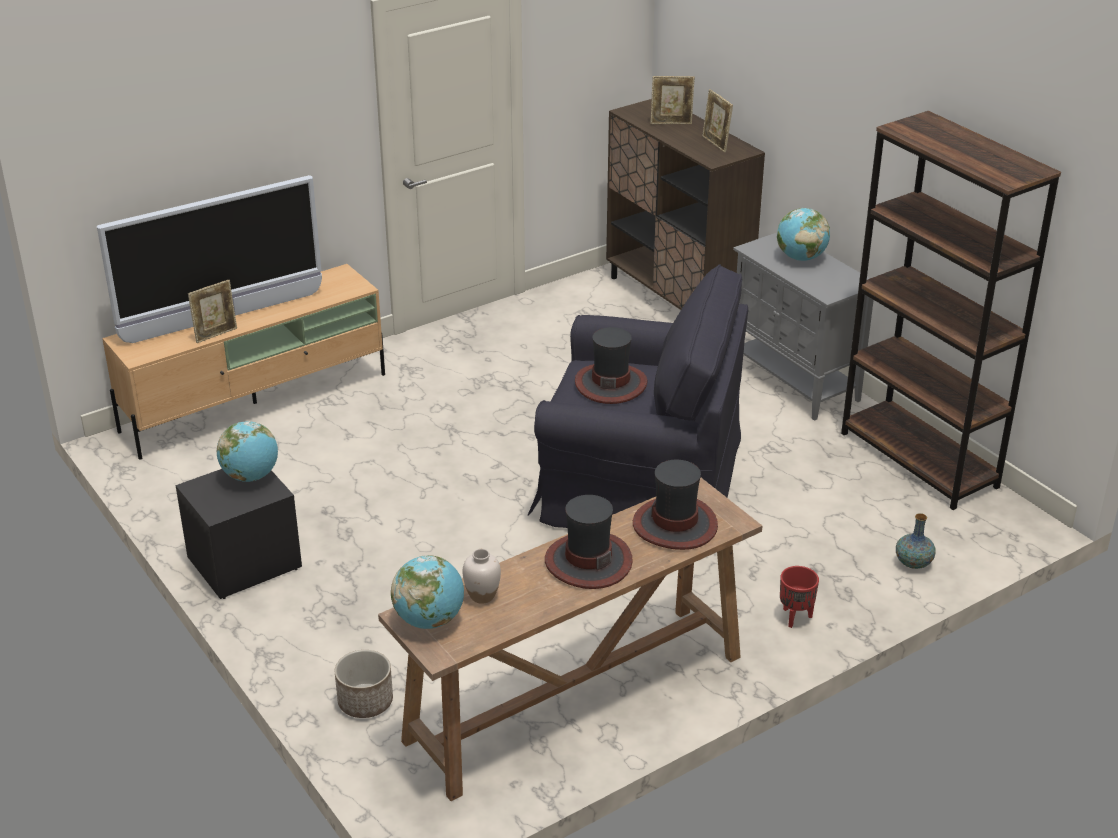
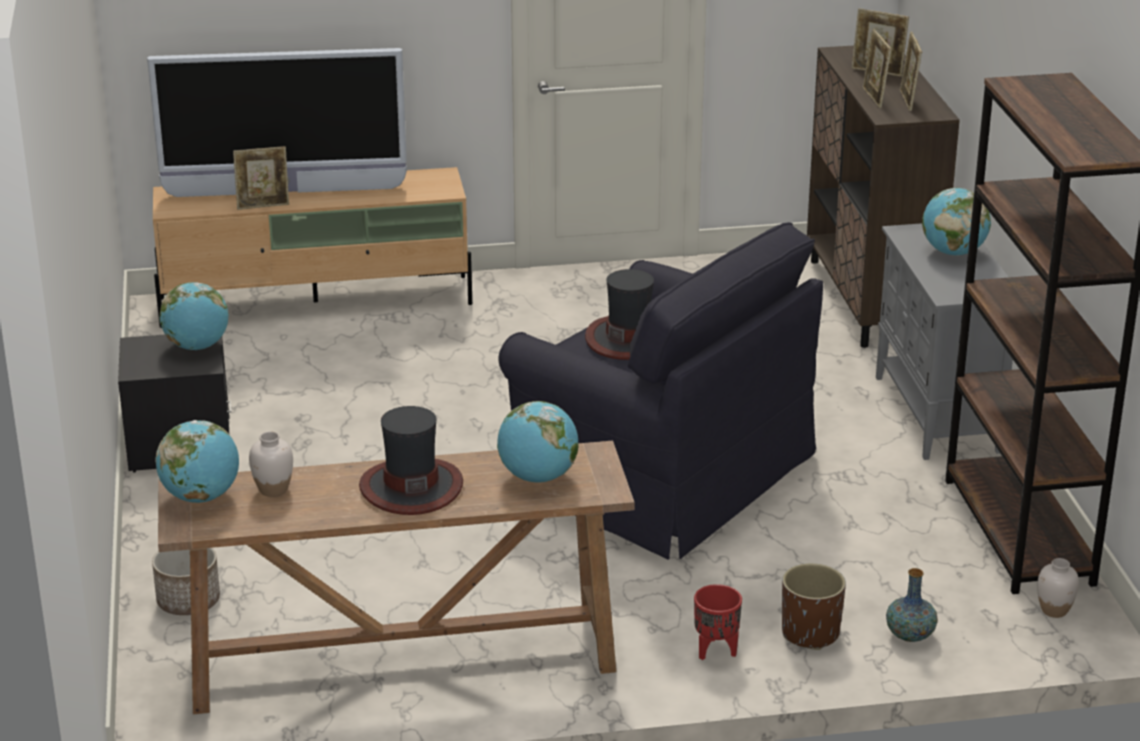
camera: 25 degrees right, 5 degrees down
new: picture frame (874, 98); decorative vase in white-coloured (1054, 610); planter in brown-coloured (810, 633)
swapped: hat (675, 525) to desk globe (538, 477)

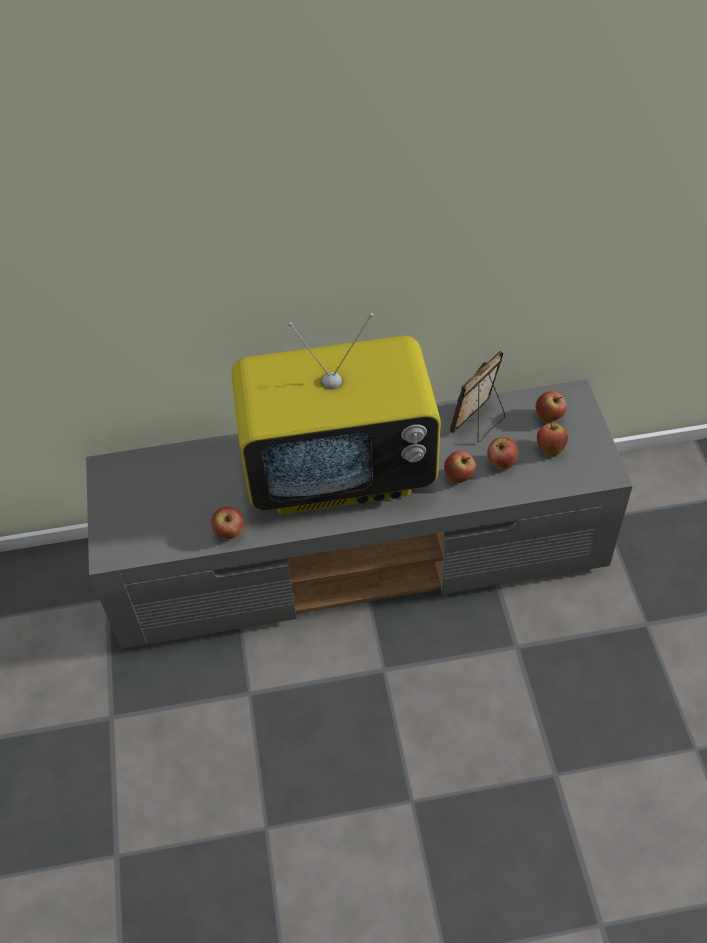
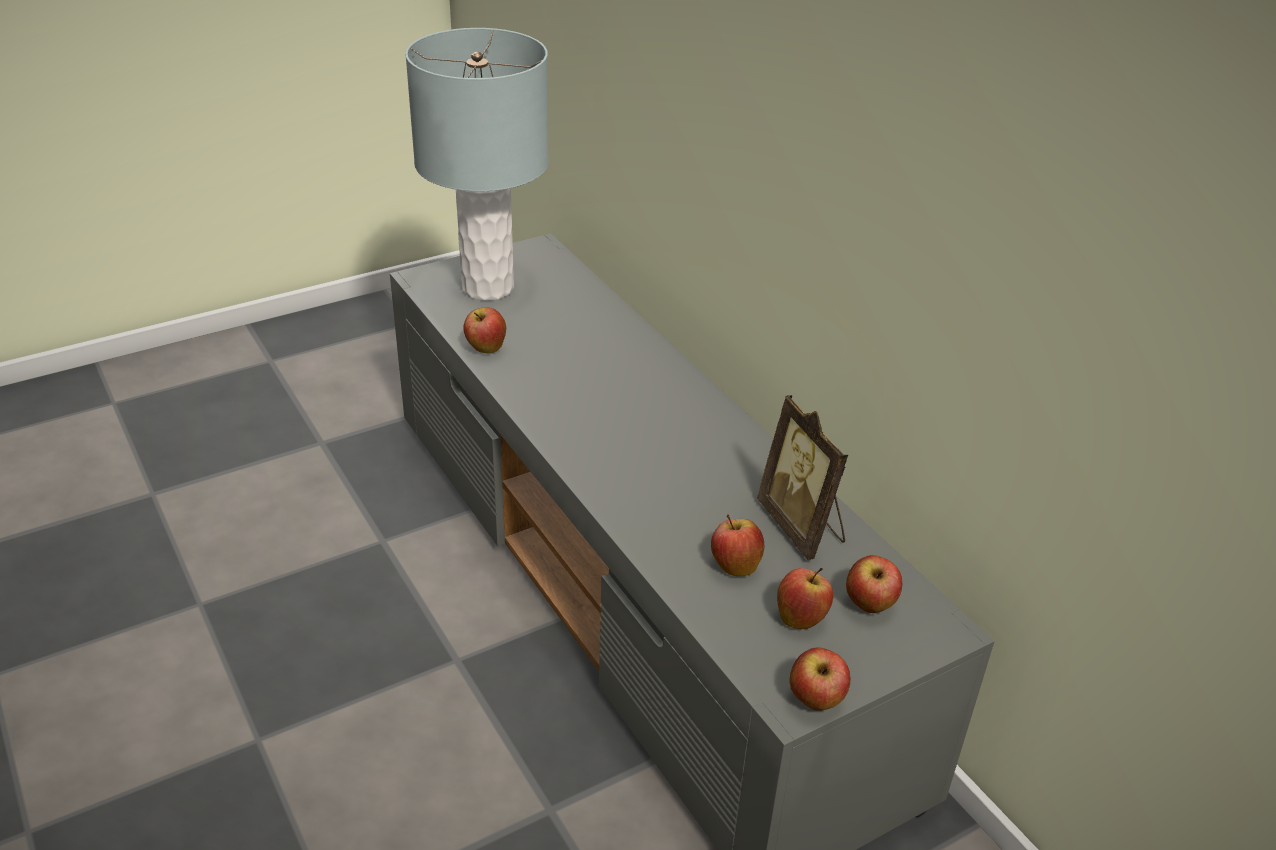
camera: 65 degrees right, 15 degrees down
gone: television (340, 471)
new: lamp for a table in grey (488, 287)
shifted: apple fruit (459, 477) to (816, 701)
rotated: picture frame (479, 423) = (802, 527) 135 degrees counterclockwise

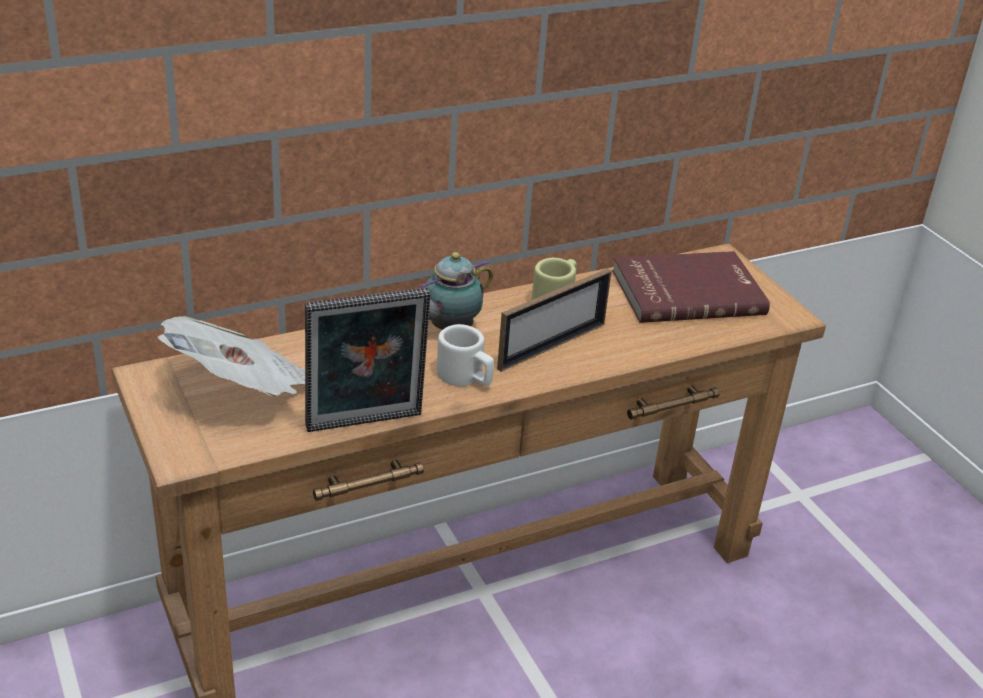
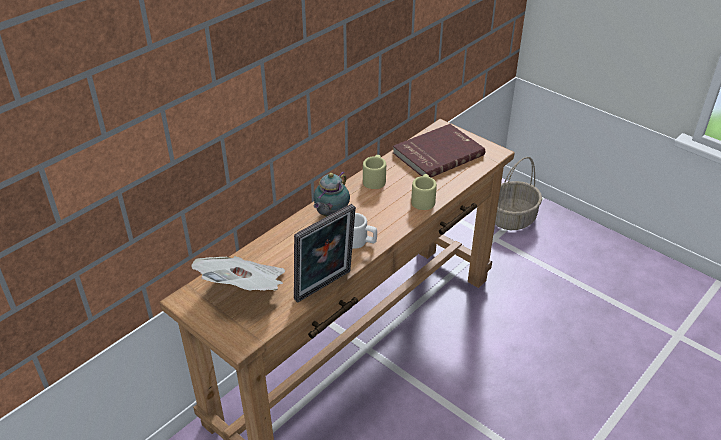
camera: 20 degrees left, 5 degrees up
gone: picture frame (552, 346)
new: basket (512, 219); mug in beige (423, 199)

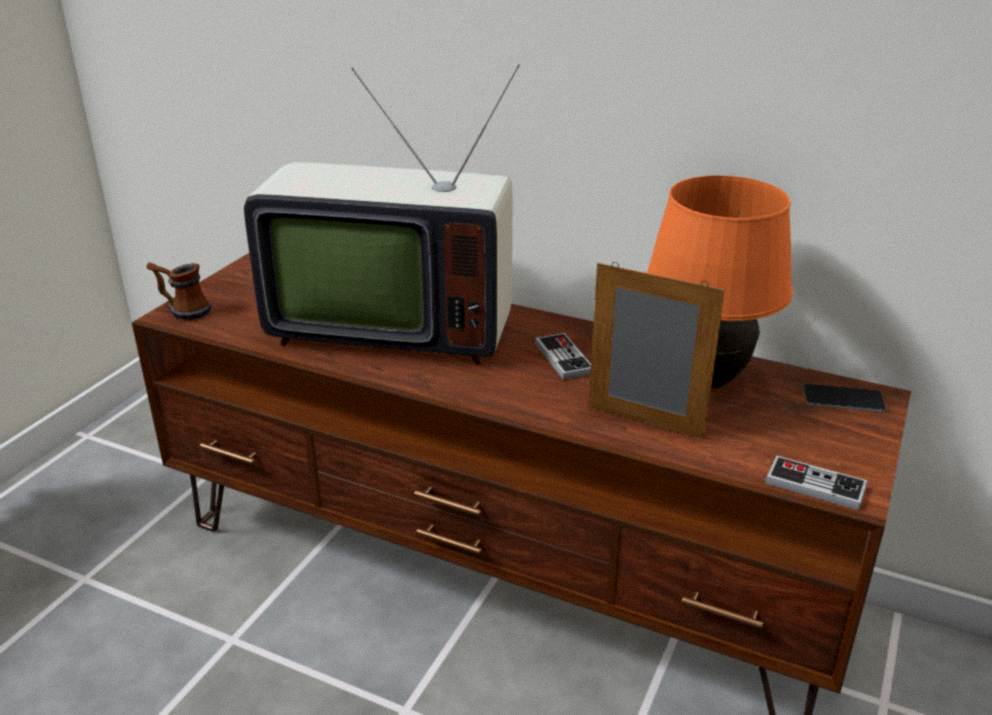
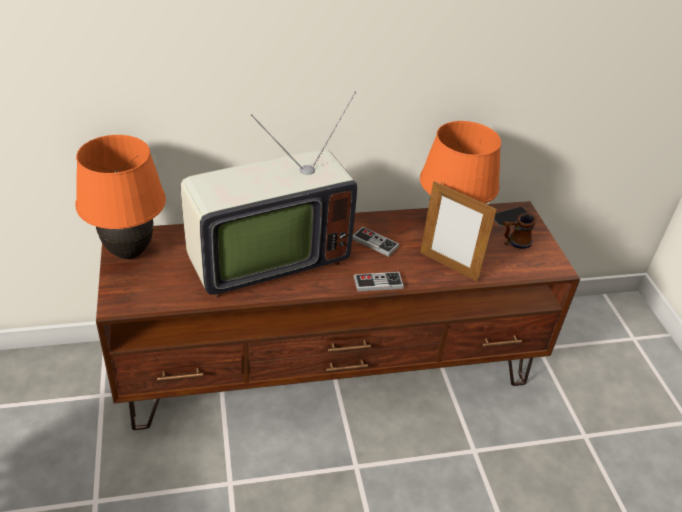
camera: 40 degrees left, 10 degrees up
new: lamp for a table in orangey (128, 252)
shifted: mug (182, 310) to (513, 243); gamepad (815, 485) to (378, 283)
rotated: picture frame (645, 422) = (448, 266) 135 degrees counterclockwise

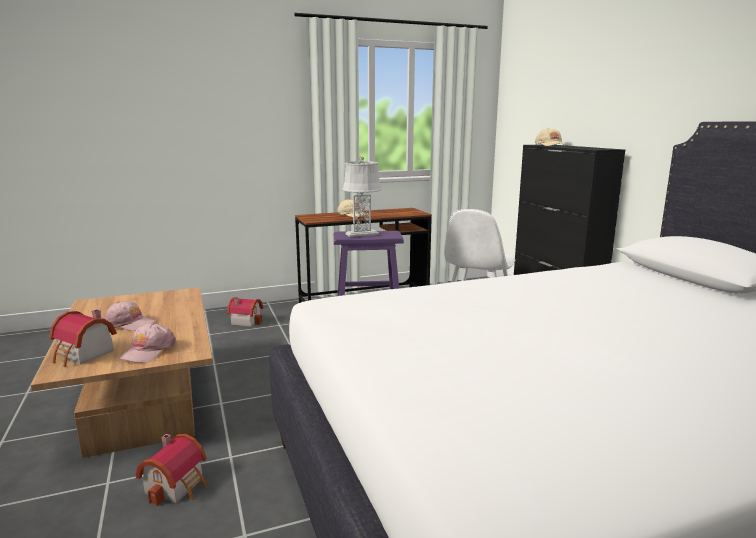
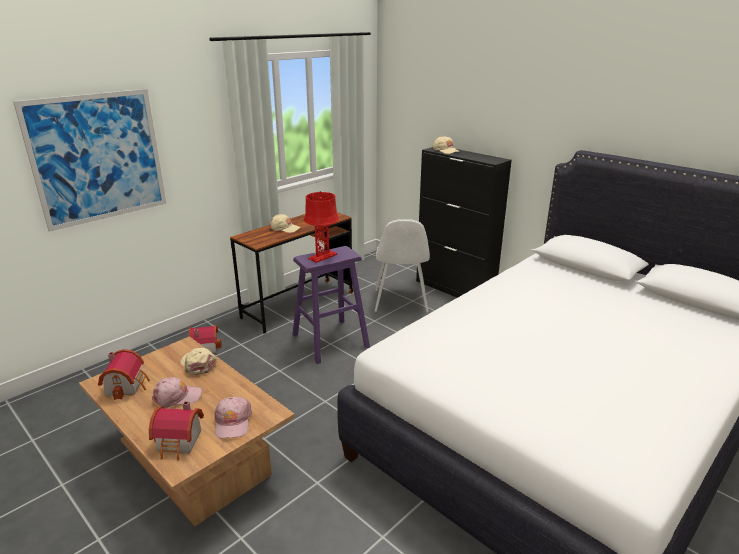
camera: 25 degrees left, 10 degrees up
new: picture (98, 158); cap in beige (198, 364)
shifted: model house (178, 485) to (127, 385)
repainted: lamp for a table in grey (362, 234) to lamp for a table in red-coloured (323, 256)

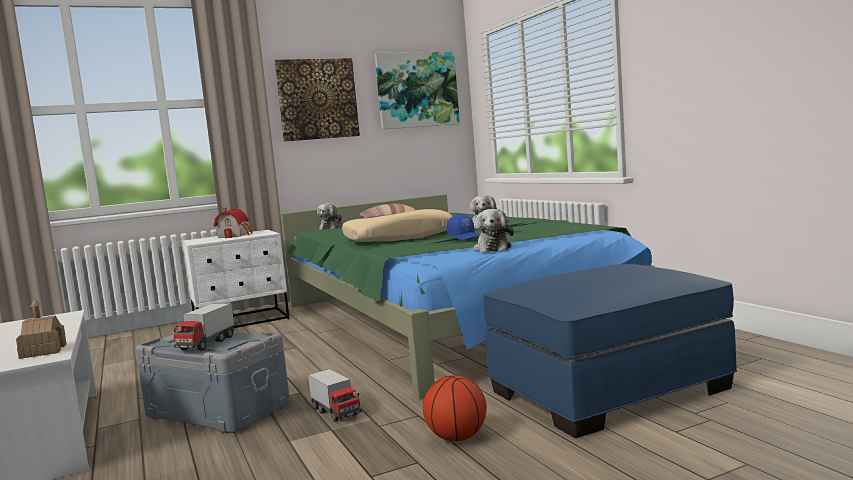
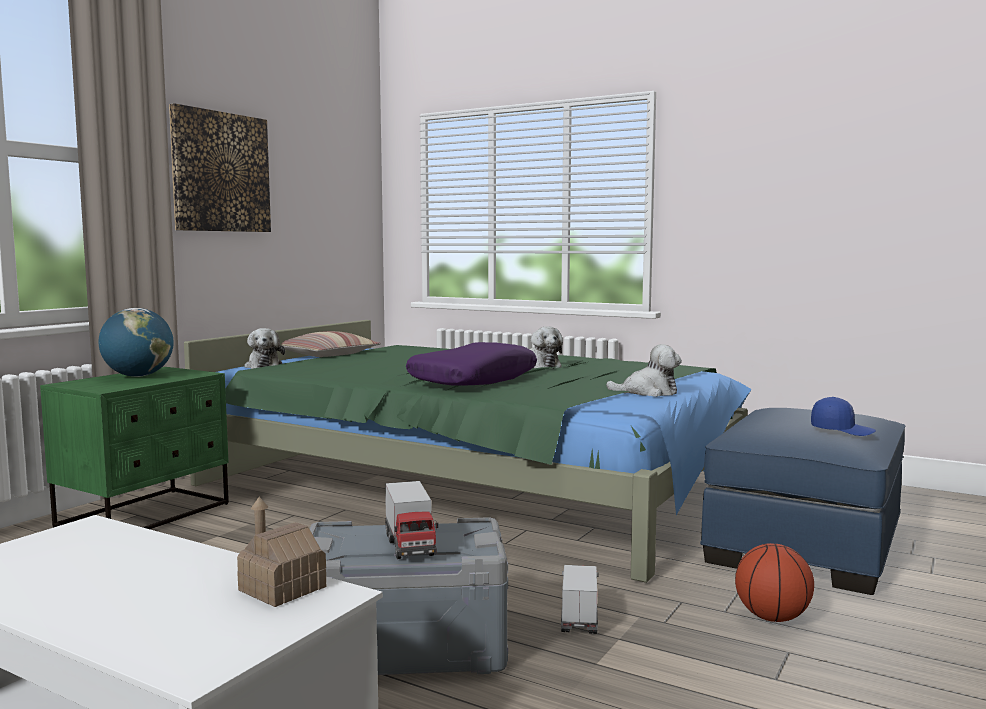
camera: 35 degrees left, 0 degrees up
gone: picture (417, 90)
shifted: cap in blue (465, 237) to (842, 430)
swapped: model house (235, 235) to desk globe (138, 376)
repainted: throw pillow in beige (399, 238) to throw pillow in purplish (473, 380); night table in white-coloured (242, 321) to night table in green-coloured (146, 515)
rotated: cuddly toy (492, 248) = (648, 392) 60 degrees counterclockwise; toy truck (336, 412) = (579, 617) 105 degrees counterclockwise

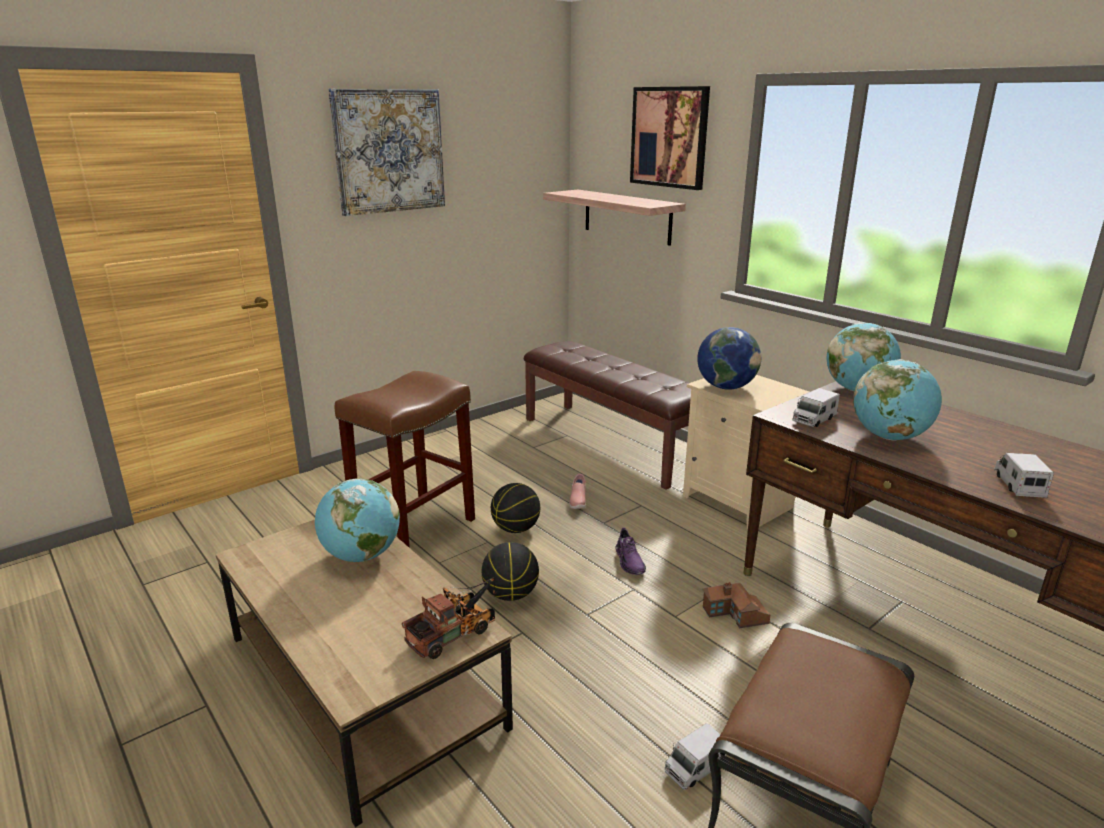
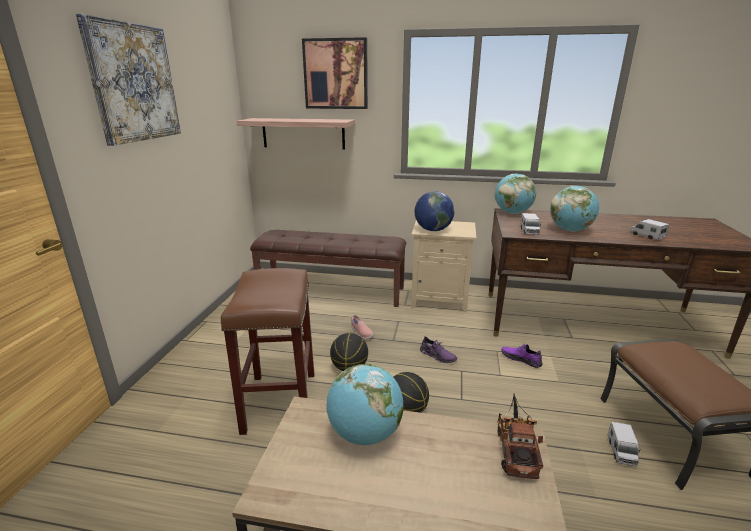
camera: 40 degrees left, 0 degrees up
swapped: model house (735, 614) to low shoe in purplish (521, 359)

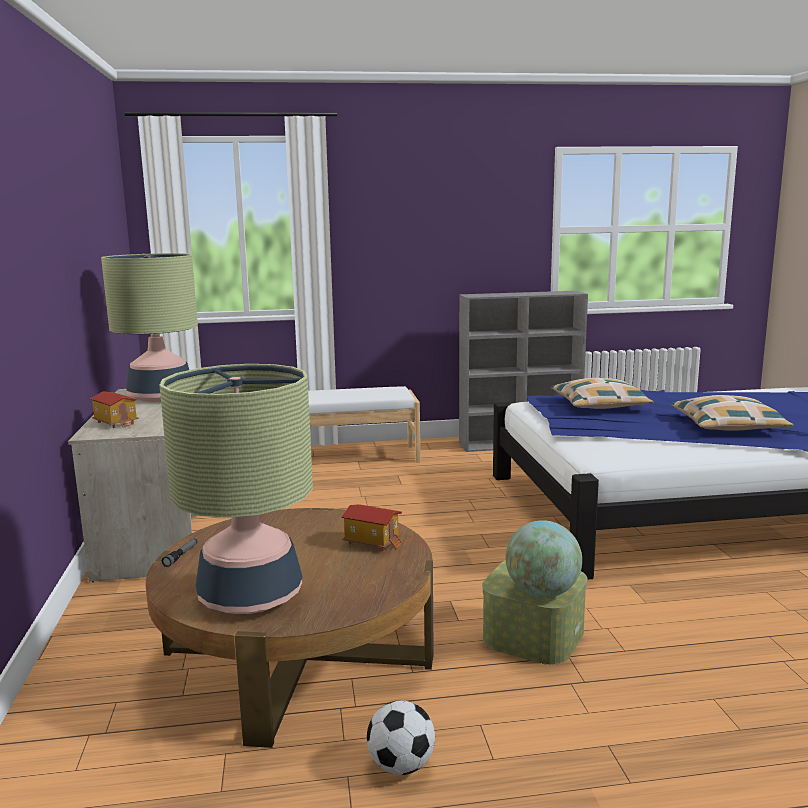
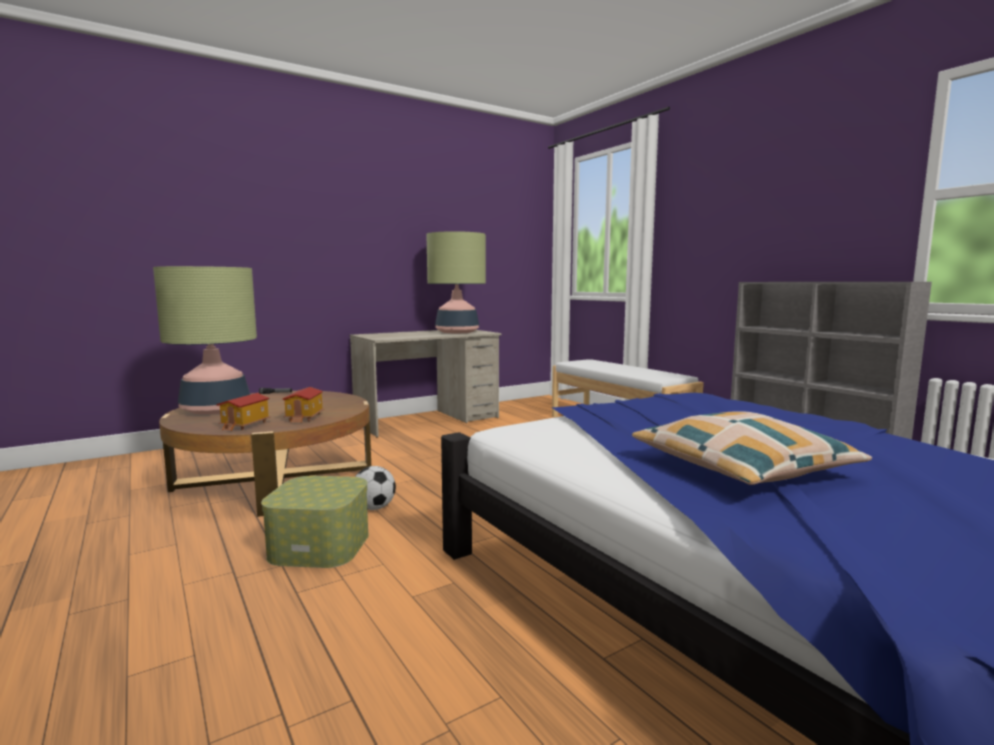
camera: 65 degrees right, 5 degrees down
gone: throw pillow (599, 405); desk globe (542, 592)
shifted: model house (117, 423) to (245, 425); ball for football (401, 766) to (374, 508)

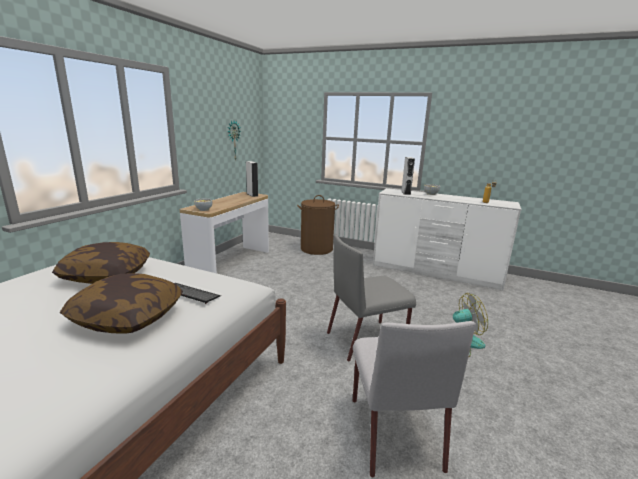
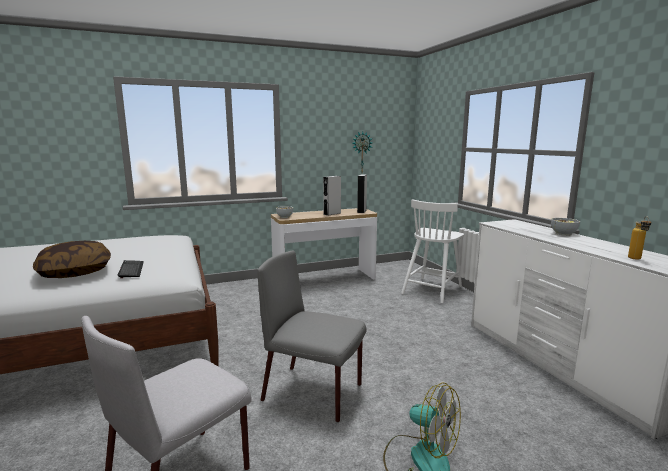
camera: 45 degrees right, 5 degrees down
gone: throw pillow (106, 275)
shifted: audio speaker in grey (405, 193) to (332, 213)
swapped: laundry basket in brown-coloured (316, 249) to plain chair in white-coloured (432, 289)

